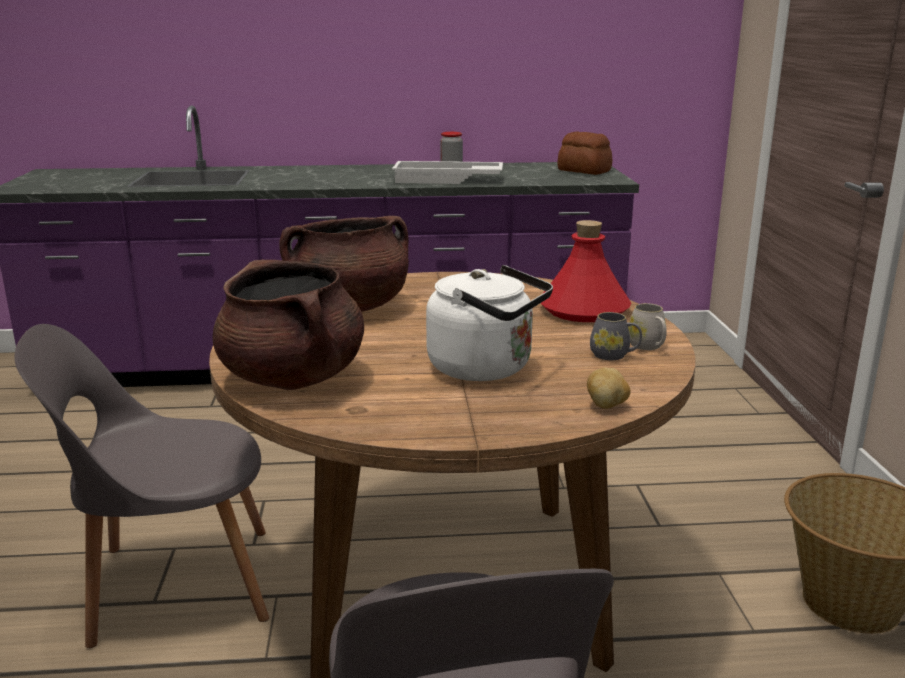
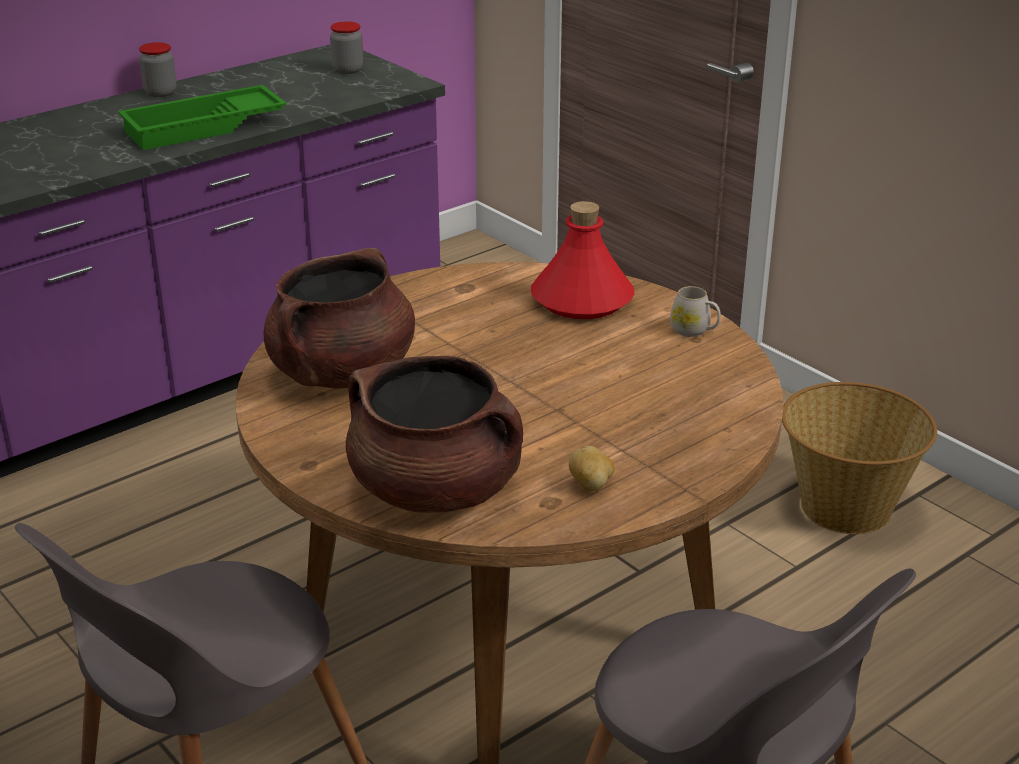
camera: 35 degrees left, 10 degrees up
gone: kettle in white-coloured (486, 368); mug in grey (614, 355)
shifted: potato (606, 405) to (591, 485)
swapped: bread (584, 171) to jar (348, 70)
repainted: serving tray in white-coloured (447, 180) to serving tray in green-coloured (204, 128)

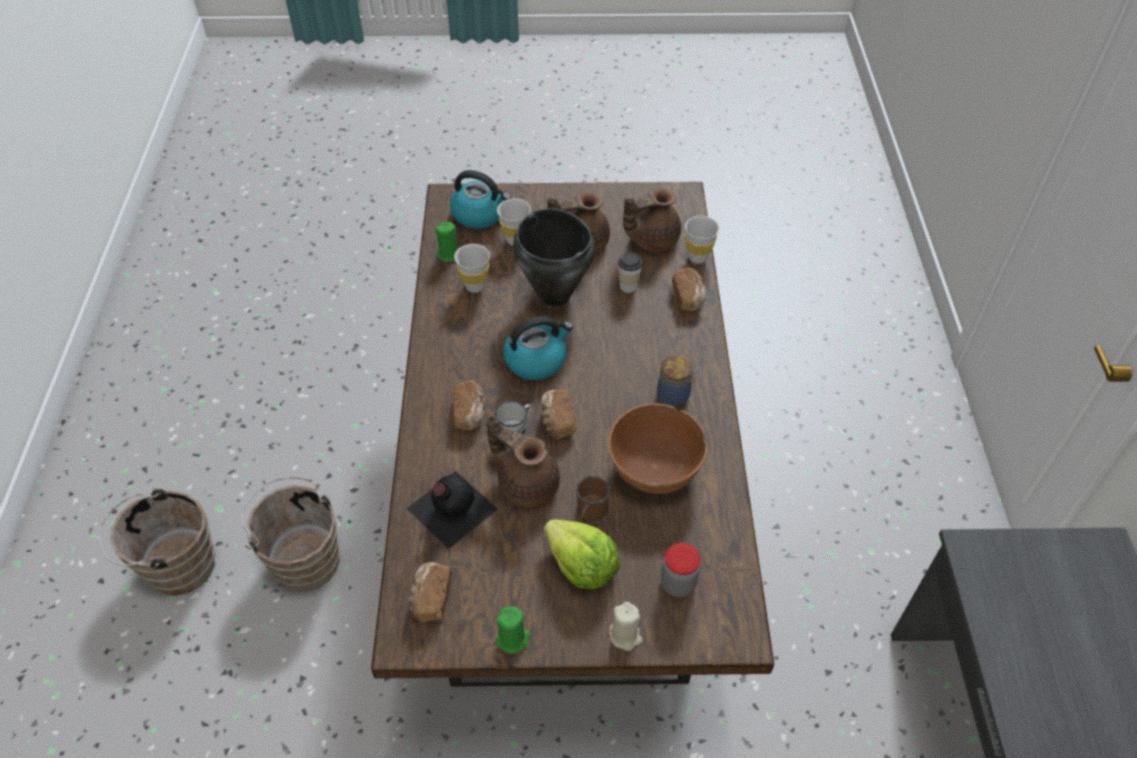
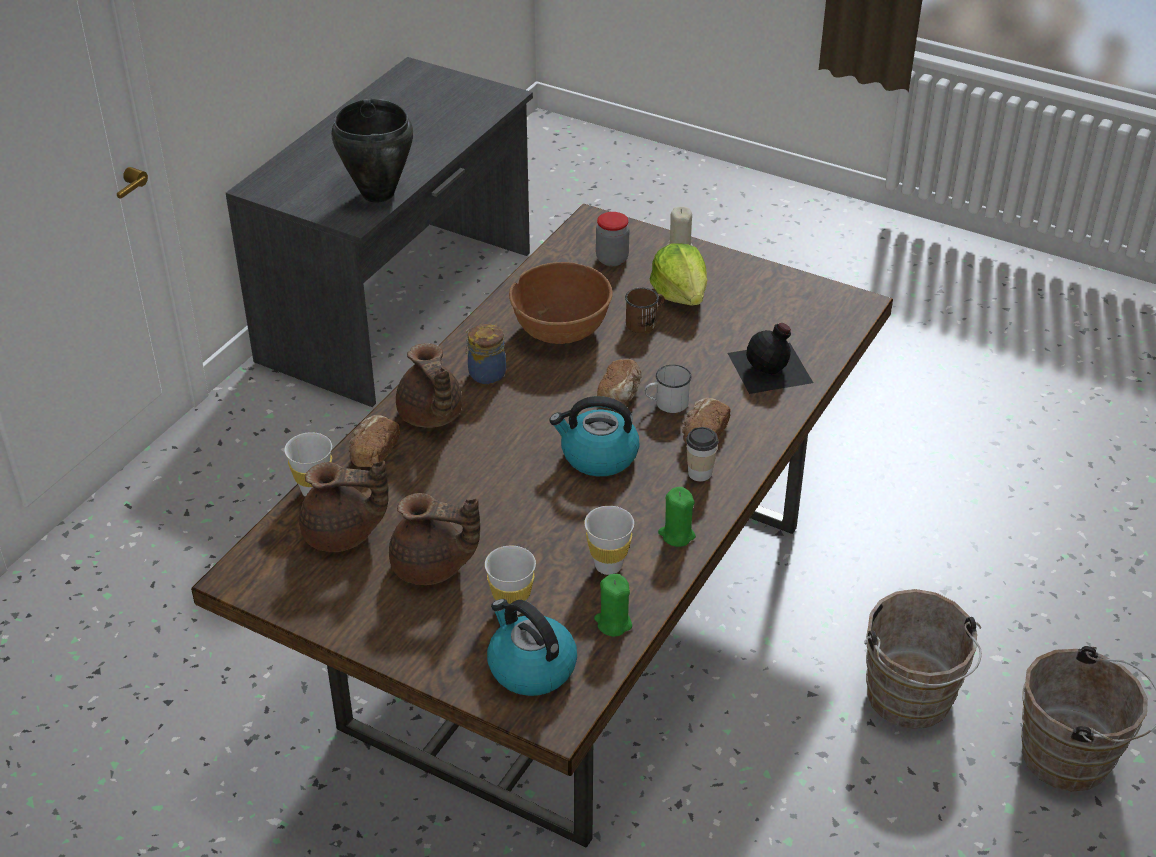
camera: 150 degrees left, 10 degrees down
gone: bread (431, 598)
shifted: stockpot in black-coloured (554, 294) to (377, 194); drinking cup (628, 286) to (700, 473); tea pot in brown-coloured (526, 483) to (430, 416); candle in green-coloured (513, 639) to (676, 535)

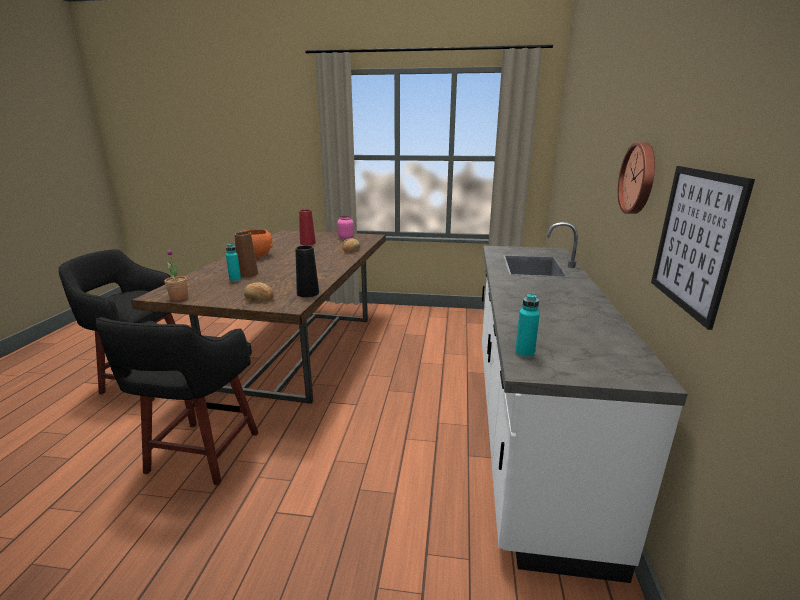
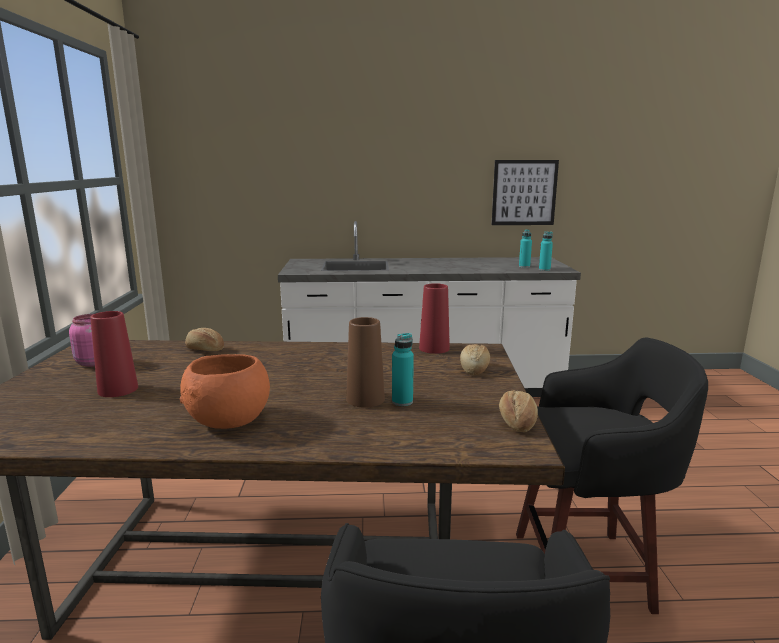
camera: 100 degrees left, 5 degrees down
gone: hanging clock (639, 178)
new: bottle in turquoise (524, 266)
swapped: potted plant (179, 298) to bread (517, 422)
repainted: decorative vase in black-coloured (308, 293) to decorative vase in red-coloured (434, 348)

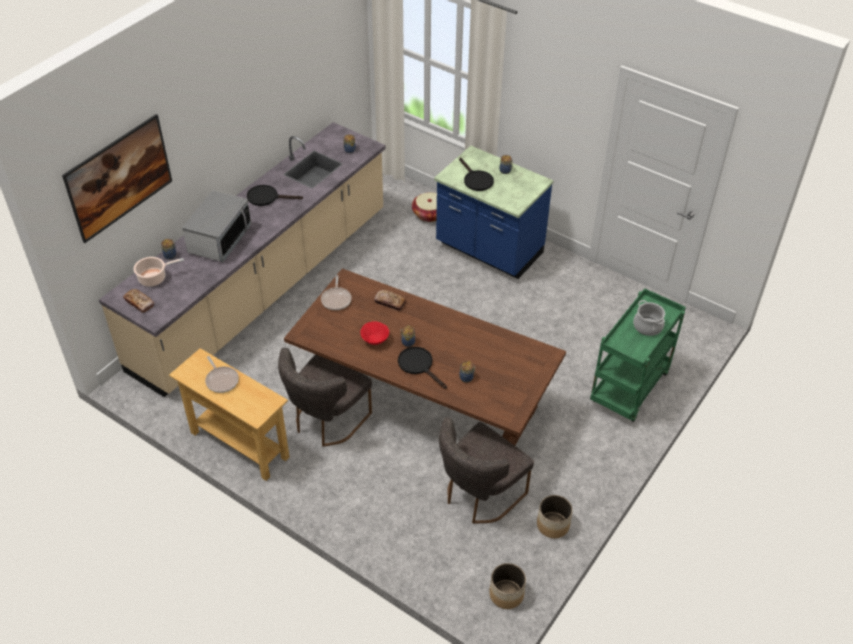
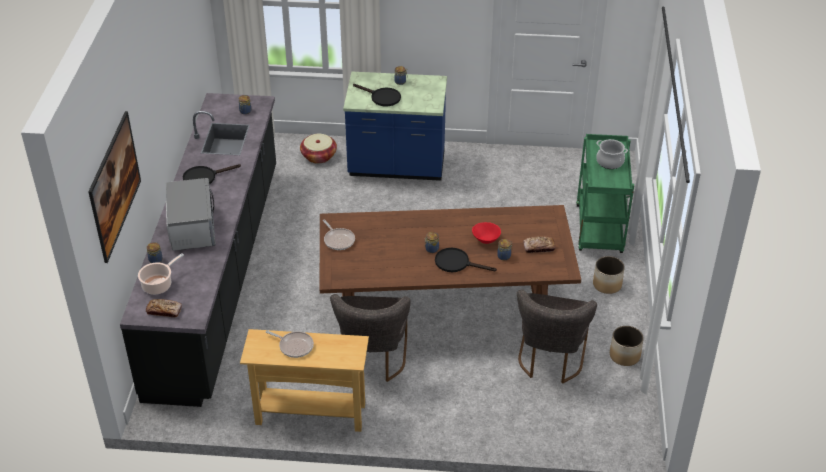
camera: 30 degrees left, 5 degrees down
shifted: bread (390, 302) to (538, 247); serving bowl in red-coloured (375, 340) to (485, 240); planter (506, 594) to (607, 285)
repainted: kitchen counter in beige (264, 288) to kitchen counter in black-coloured (217, 275)

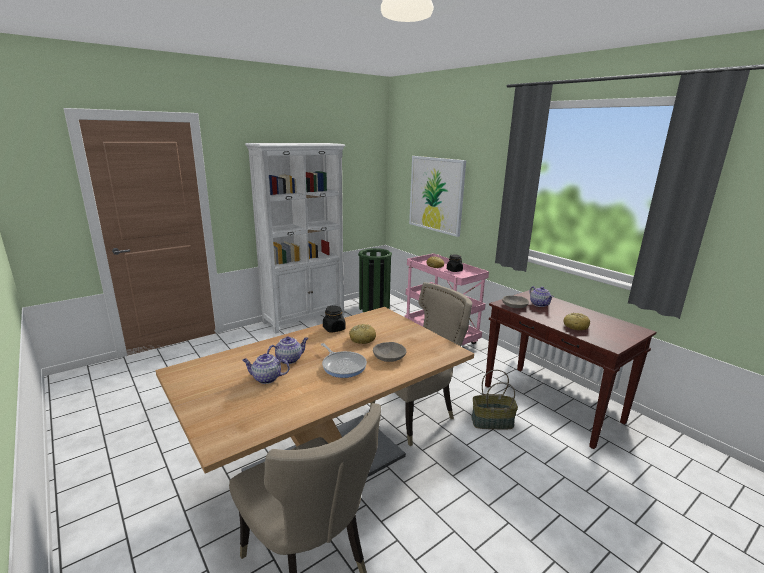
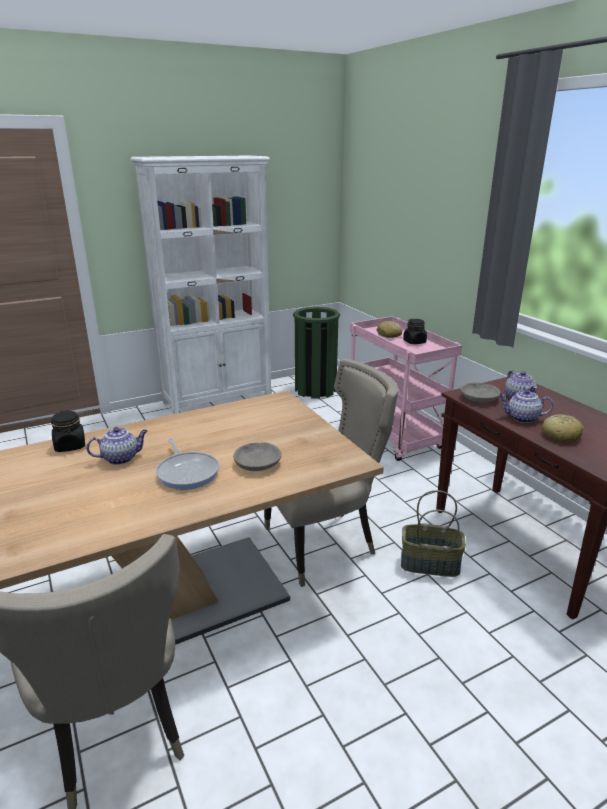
camera: 10 degrees right, 5 degrees up
gone: picture (436, 194); bread (362, 339)
shifted: jar in black-coloured (334, 329) to (70, 446); tea pot (266, 378) to (522, 418)

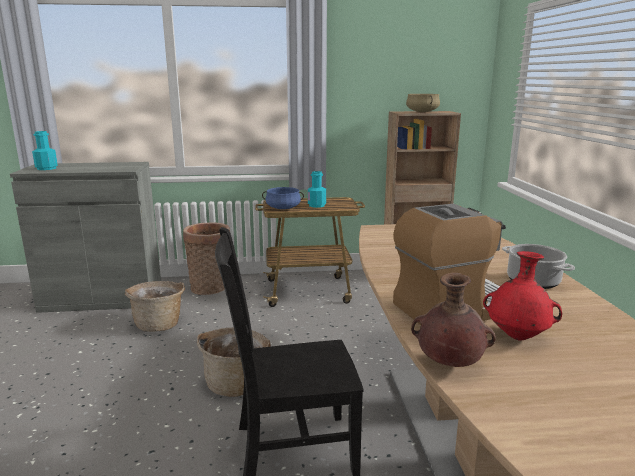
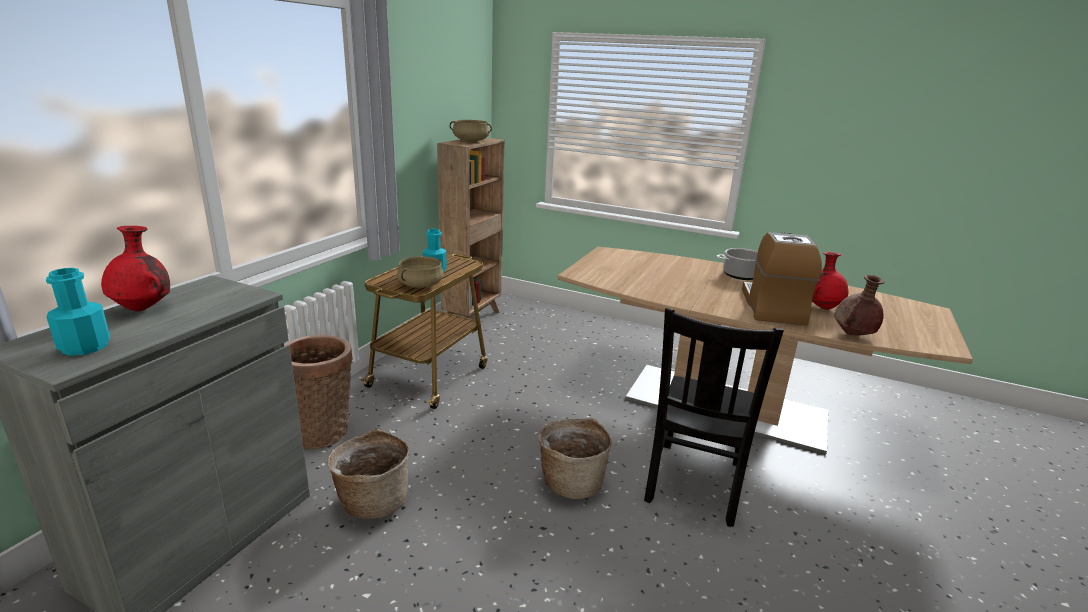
camera: 60 degrees left, 5 degrees up
new: decorative vase in red-coloured (143, 309)
repainted: stockpot in blue (283, 208) to stockpot in beige (421, 285)

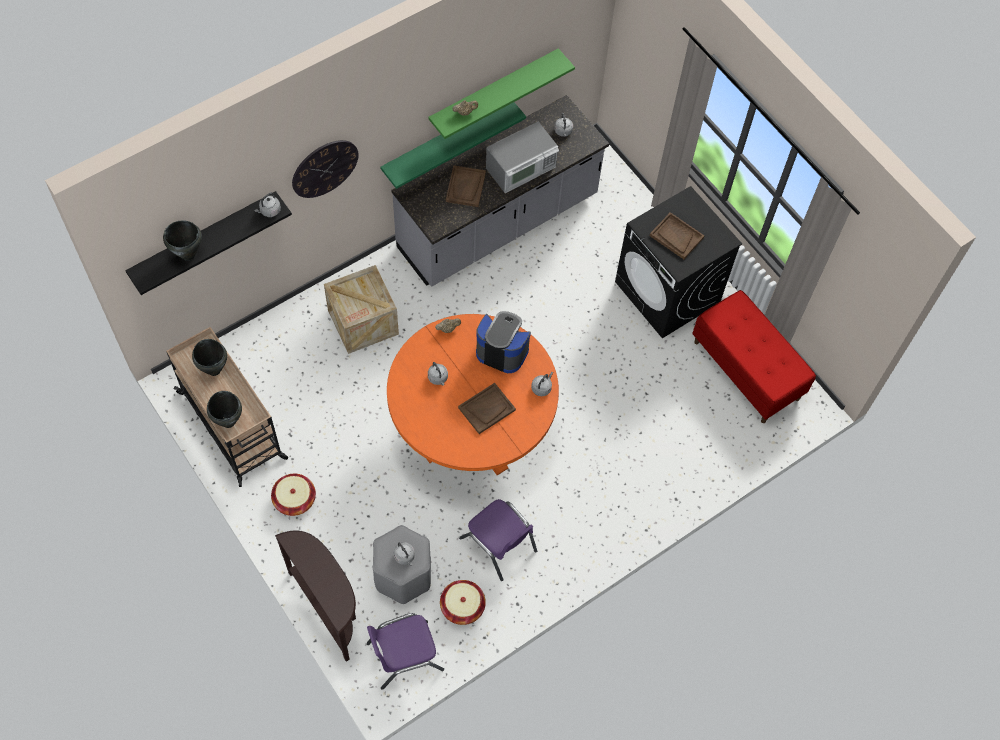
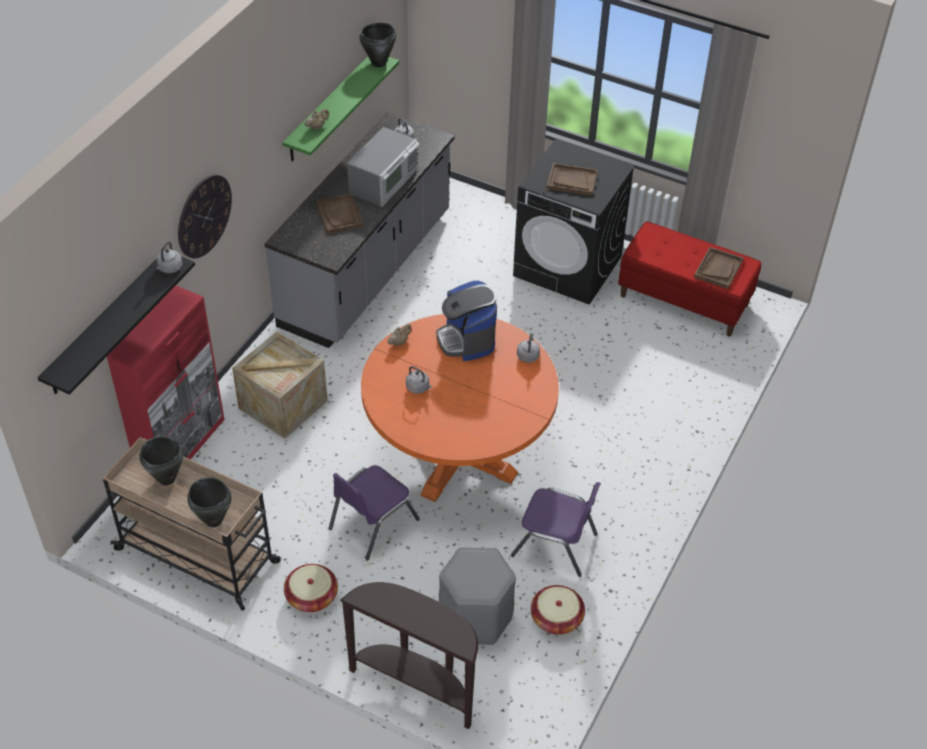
camera: 25 degrees left, 15 degrees down
gone: bracket shelf in green-coloured (446, 140); kettle in grey (405, 557)
new: storage cabinet in red-coloured (182, 447)
shifted: stockpot in black-coloured (188, 254) to (379, 63); serving tray in brown-coloured (486, 409) to (718, 269); plain chair in purplish (404, 655) to (372, 524)
rotated: coffee maker (502, 351) = (467, 340) 105 degrees counterclockwise

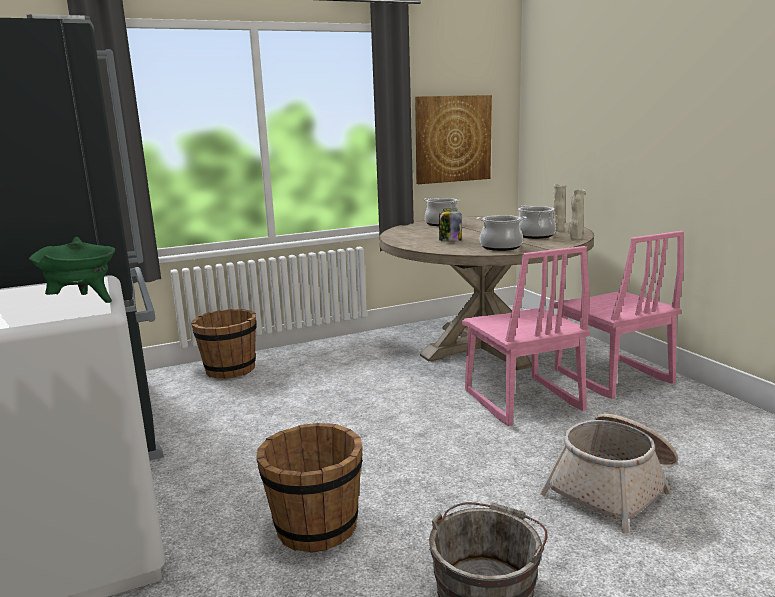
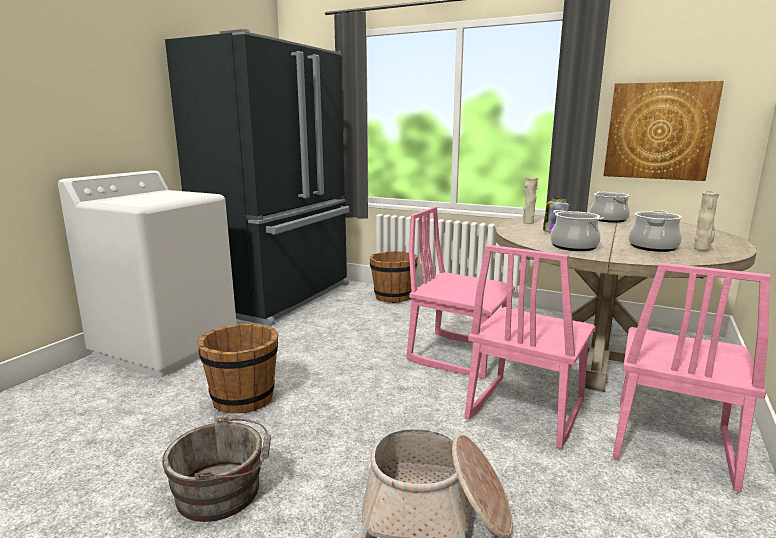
camera: 50 degrees right, 0 degrees up
gone: stockpot in green-coloured (83, 302)
new: plain chair in pinkish (458, 355)
shifted: decorative vase in beige (575, 238) to (528, 223)

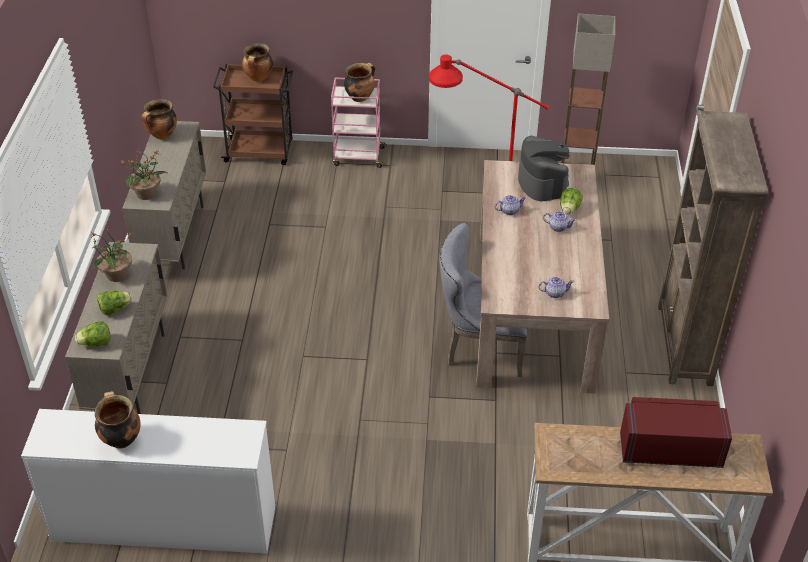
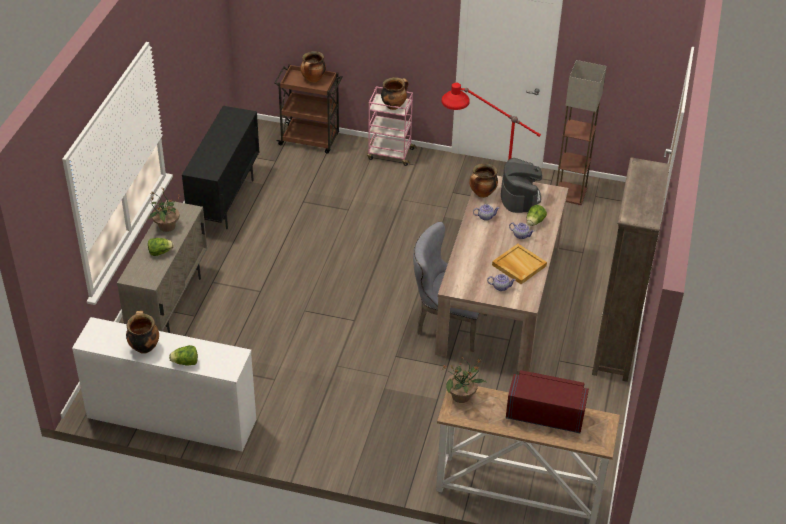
camera: 10 degrees right, 0 degrees up
new: serving tray in beige (518, 265)
shifted: stockpot (162, 135) to (482, 194); potted plant (147, 194) to (461, 396); lettuce head (96, 343) to (185, 362)
repainted: storage cabinet in beige (174, 236) to storage cabinet in black-coloured (225, 201)

